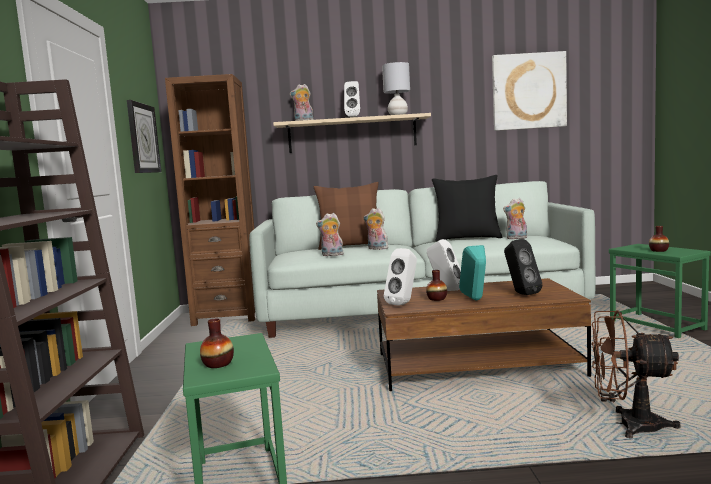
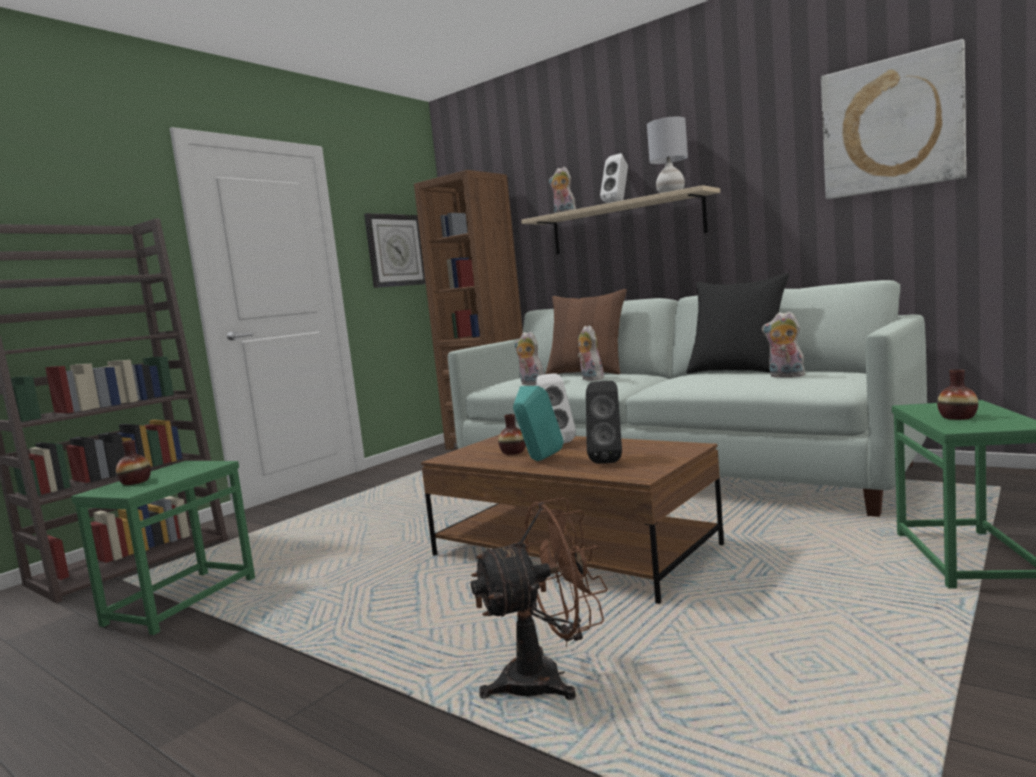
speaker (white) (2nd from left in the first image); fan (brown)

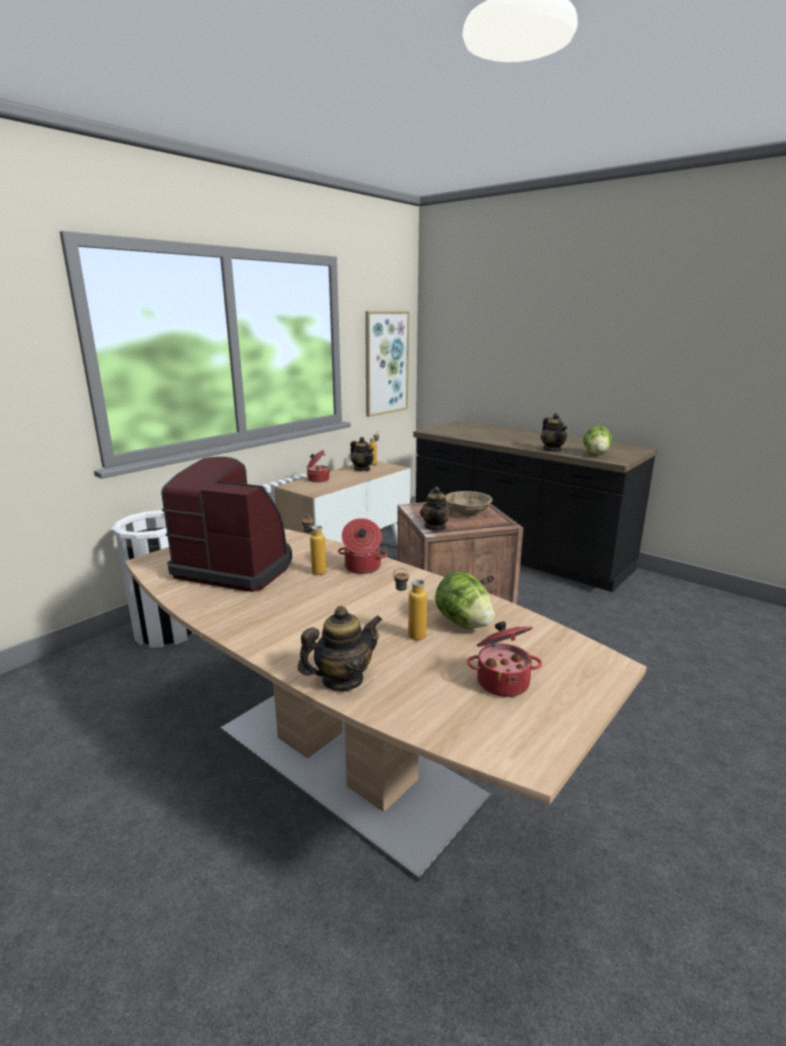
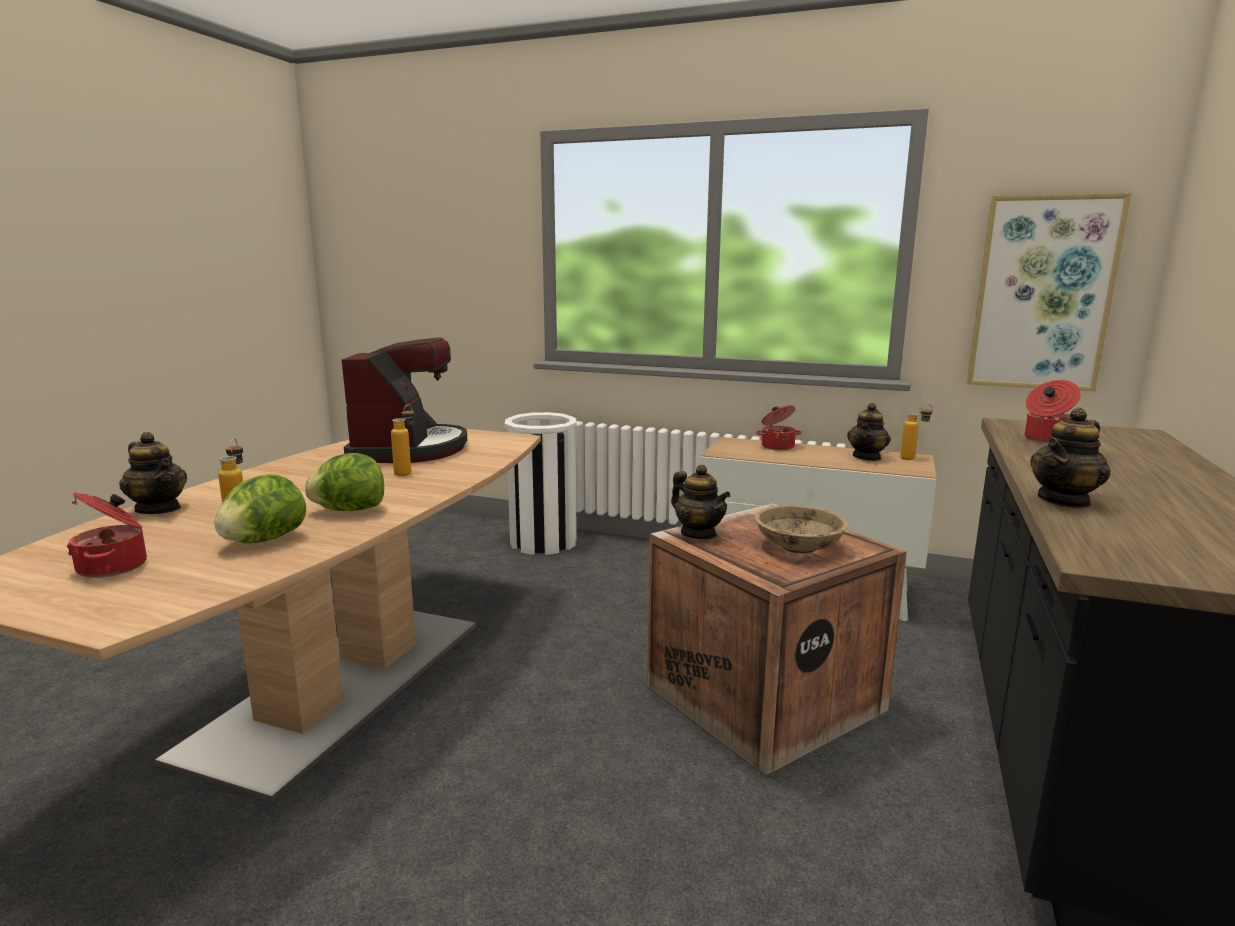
lettuce (2nd from left); teapot (2nd from left); cooking pot (3rd from left)

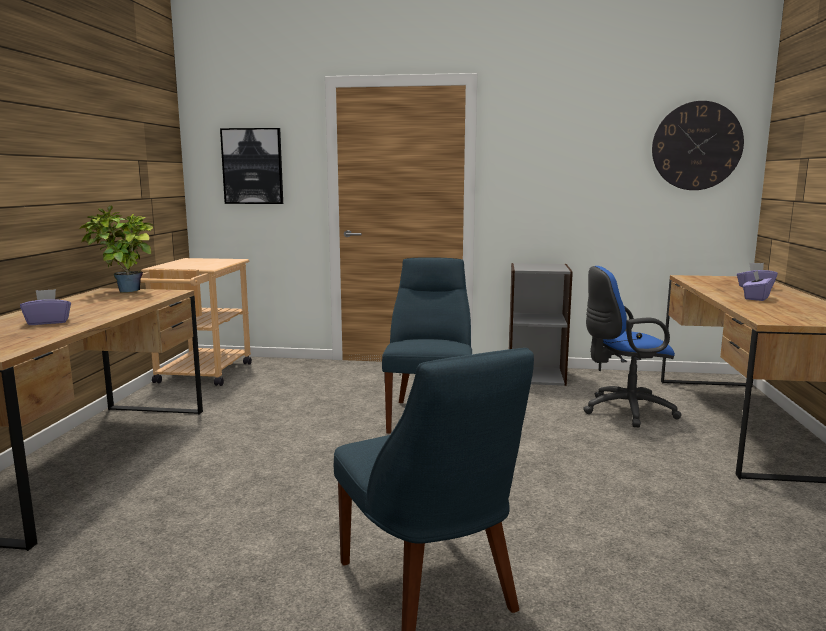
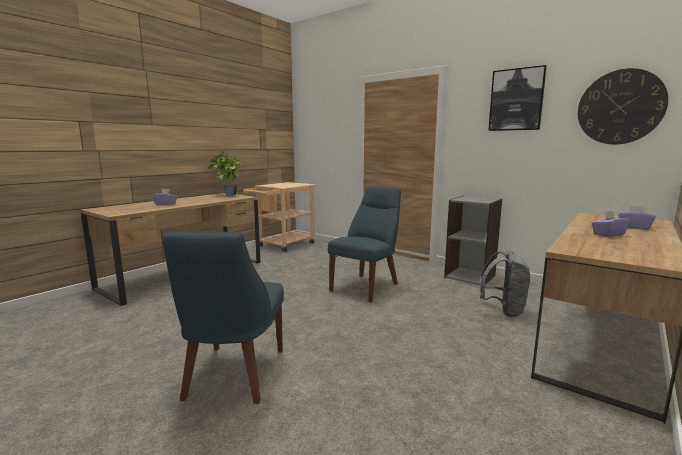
picture; backpack (grey)

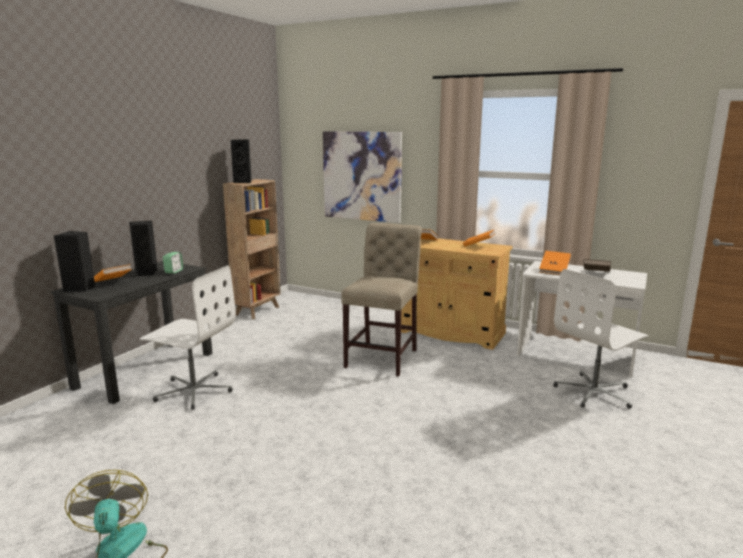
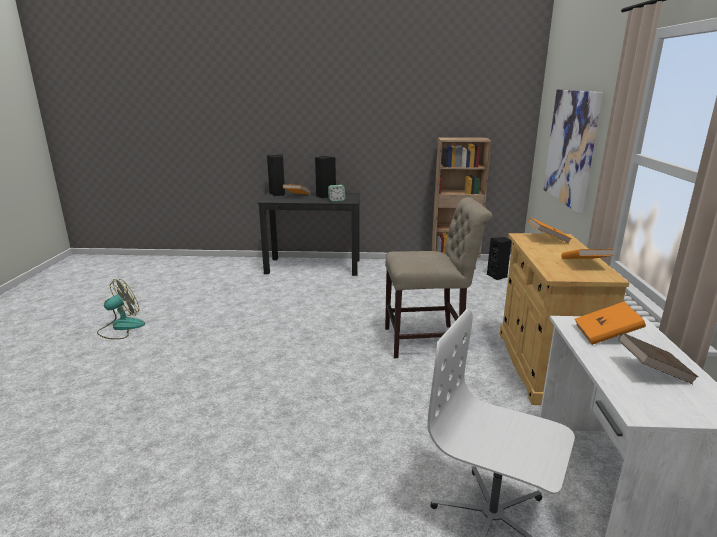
speaker (black) (3rd from left); office chair (white) (1st from left in the first image)

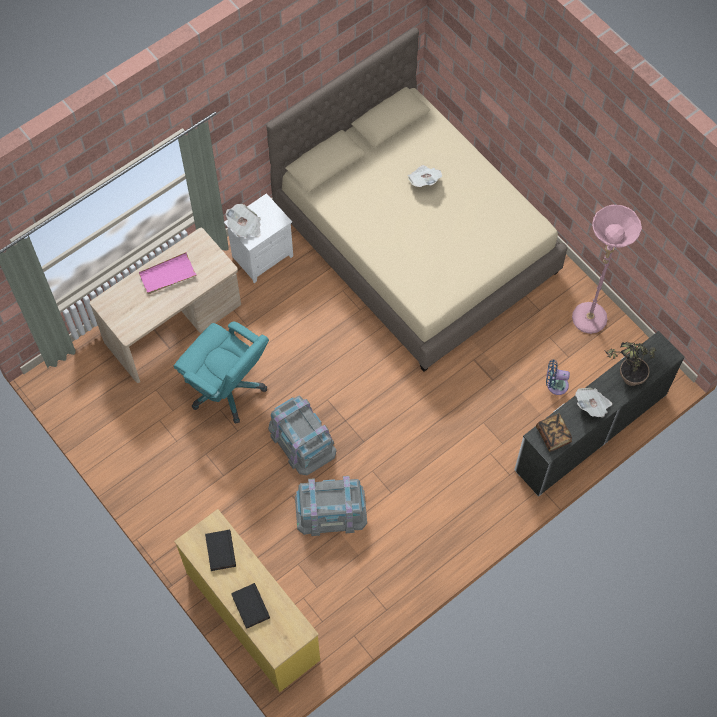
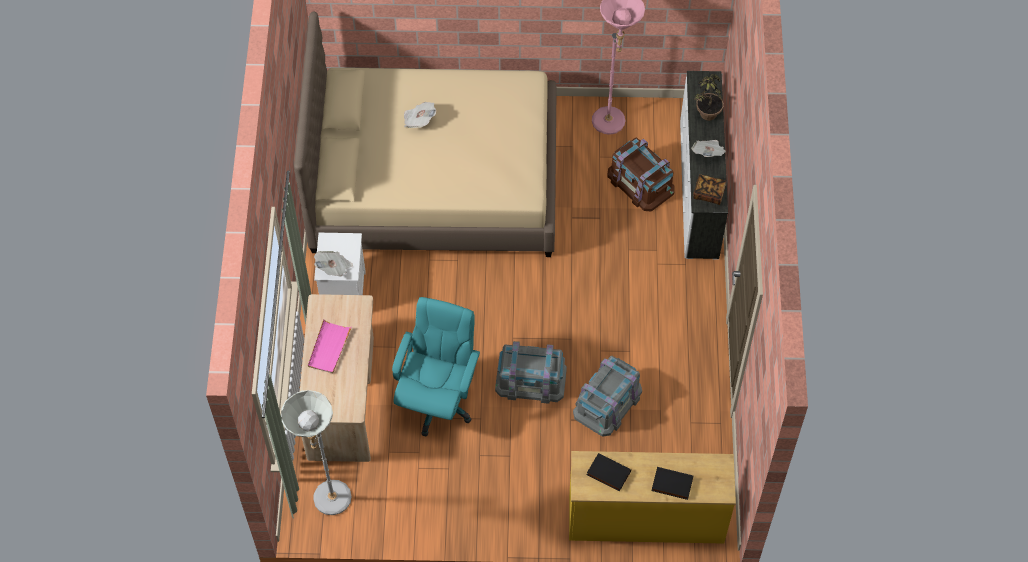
office chair (turquoise); storage box (brown); floor lamp (grey)

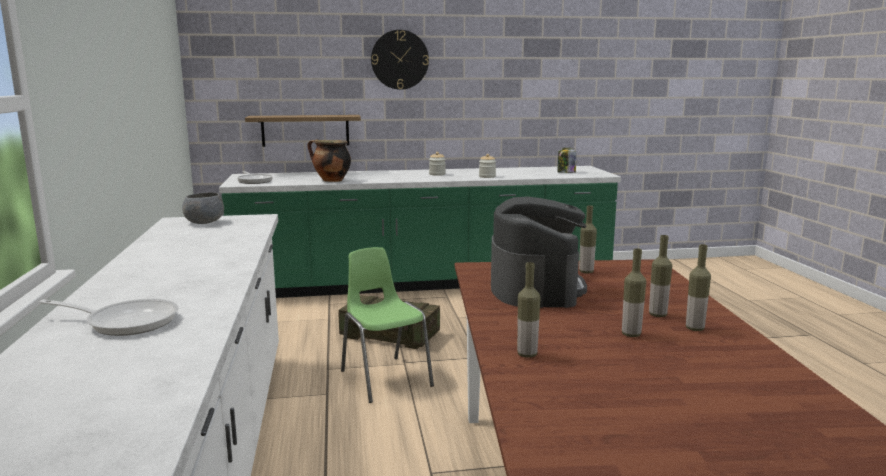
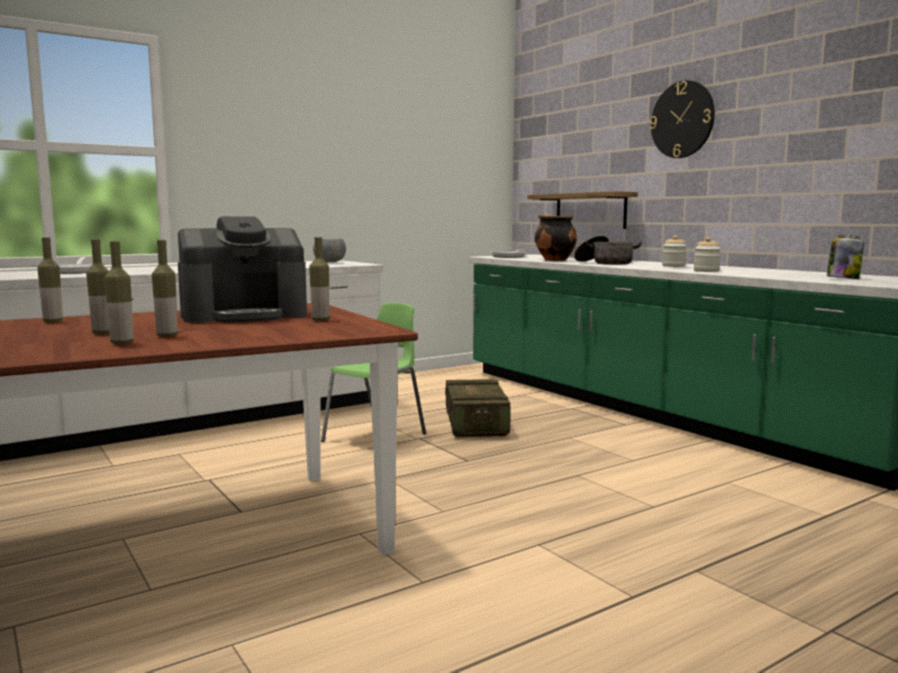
cooking pot (2nd from left)

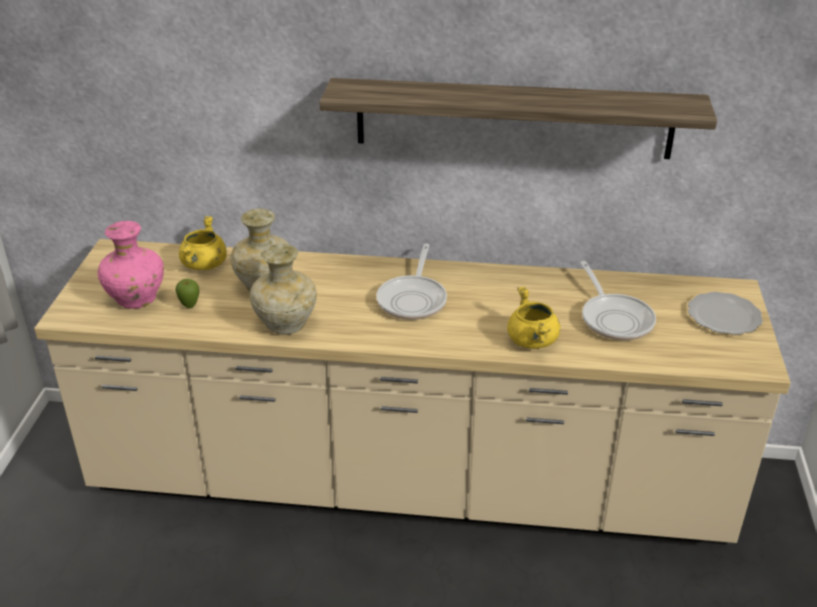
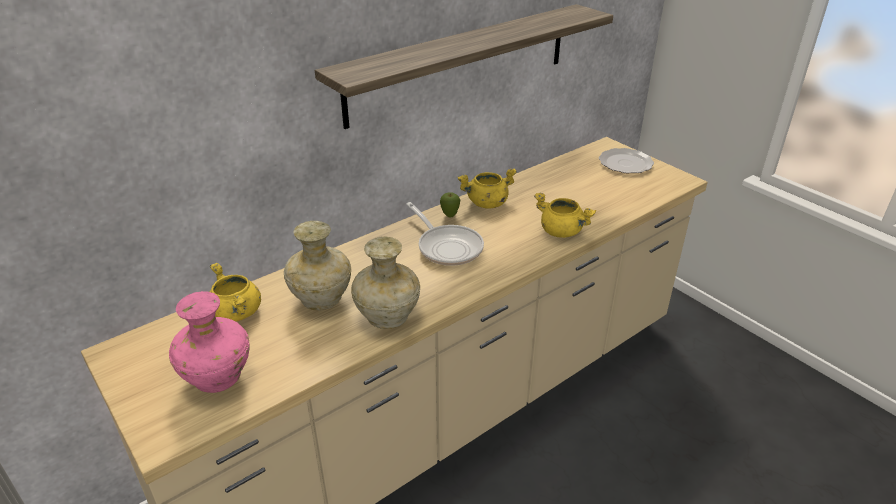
frying pan (2nd from left in the first image); apple; cooking pot (yellow) (2nd from left)

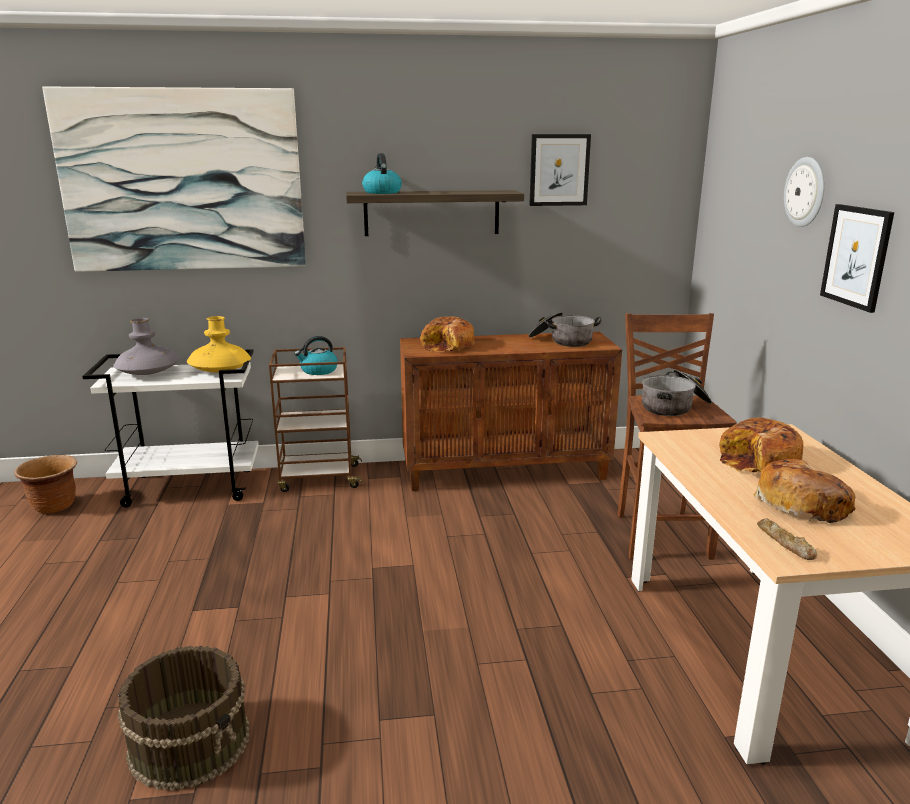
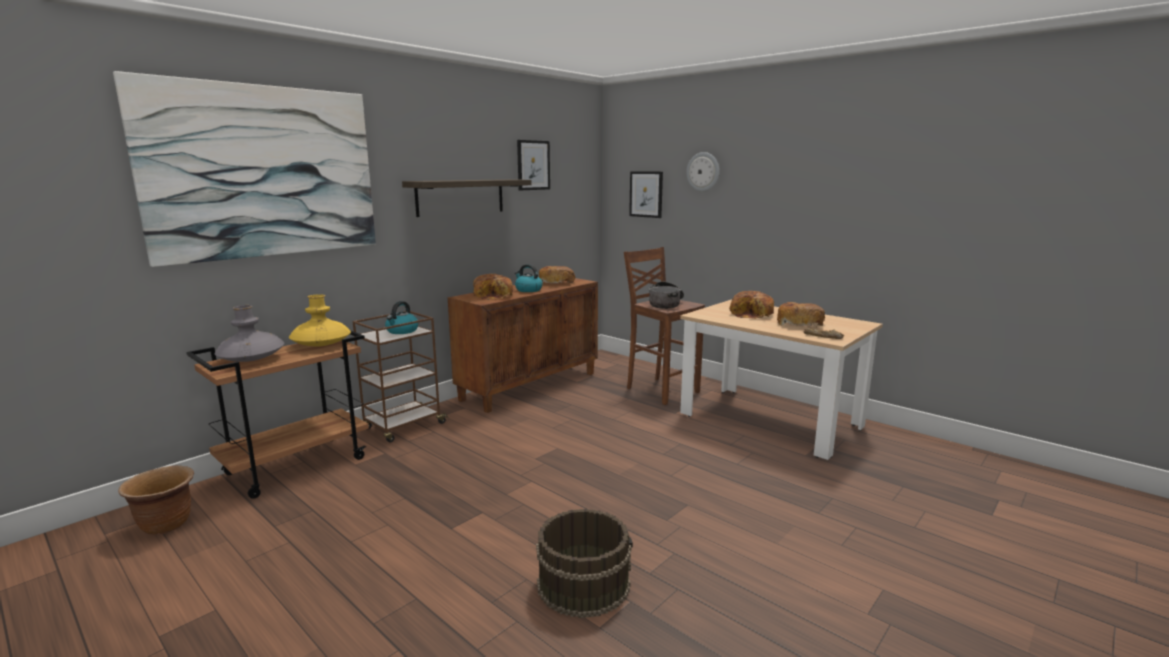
kettle (2nd from left); picture (3rd from left); bread (2nd from left); cart (brown) (1st from left)

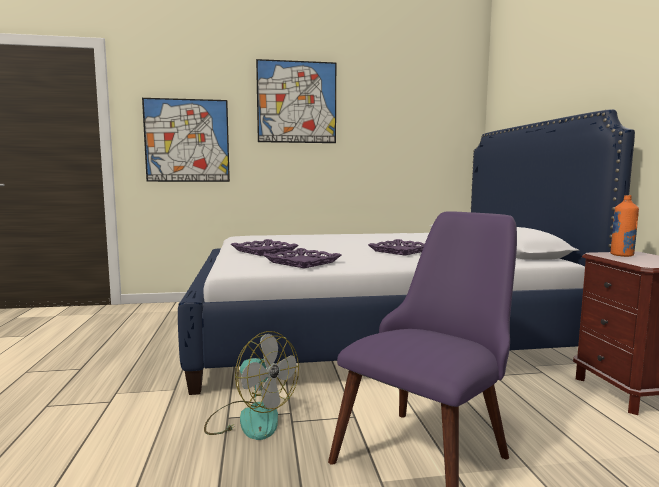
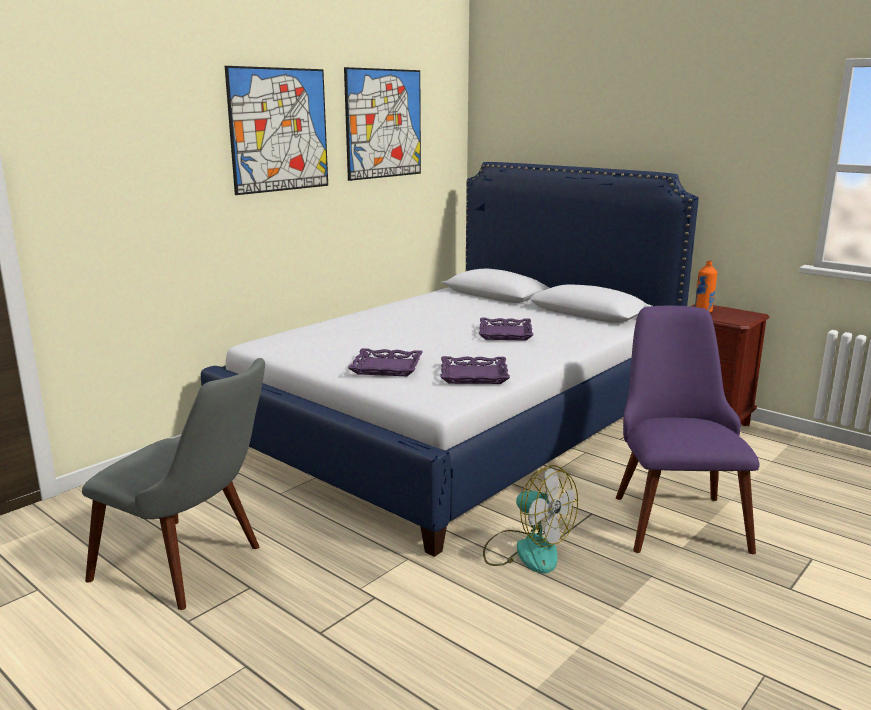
picture (2nd from left); fan; chair (grey)

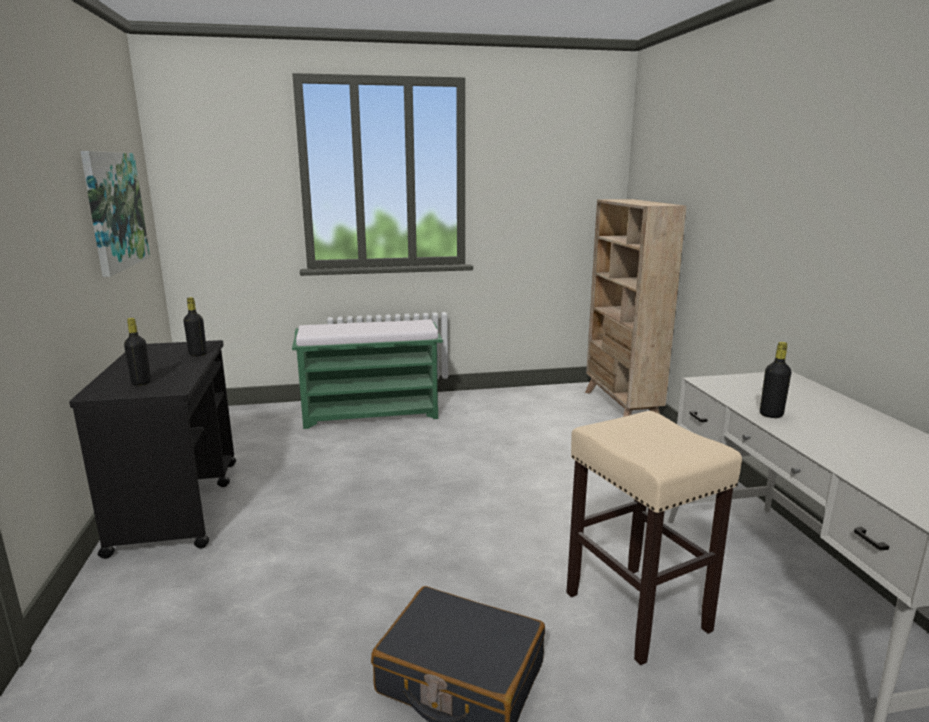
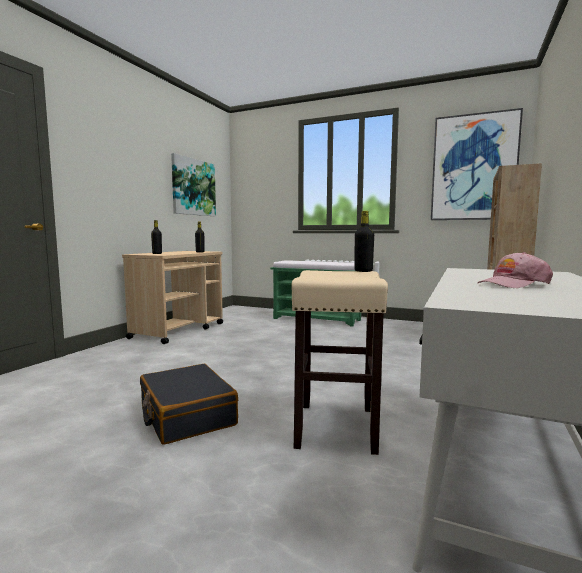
cart (beige); bottle (black) (3rd from left); picture (2nd from left); cap (pink)

